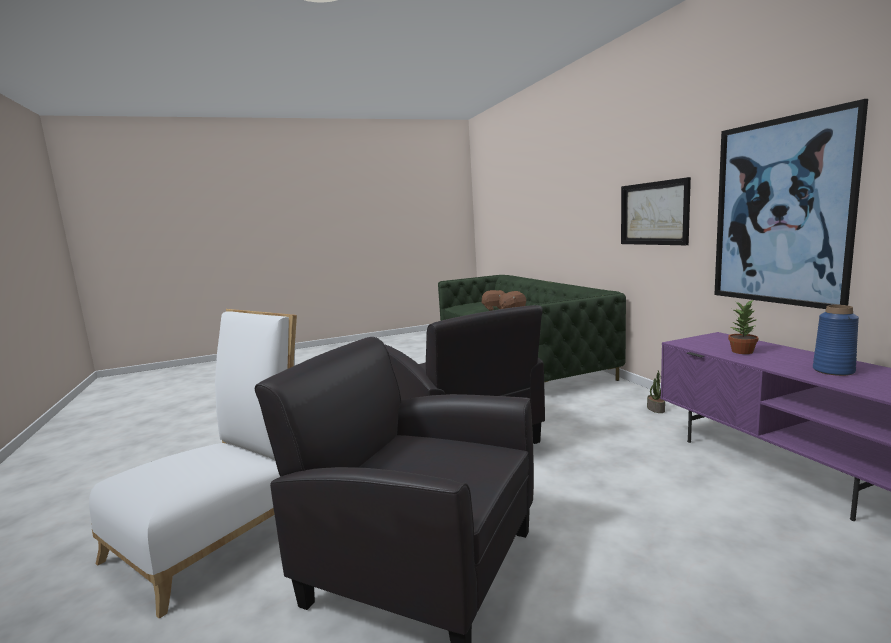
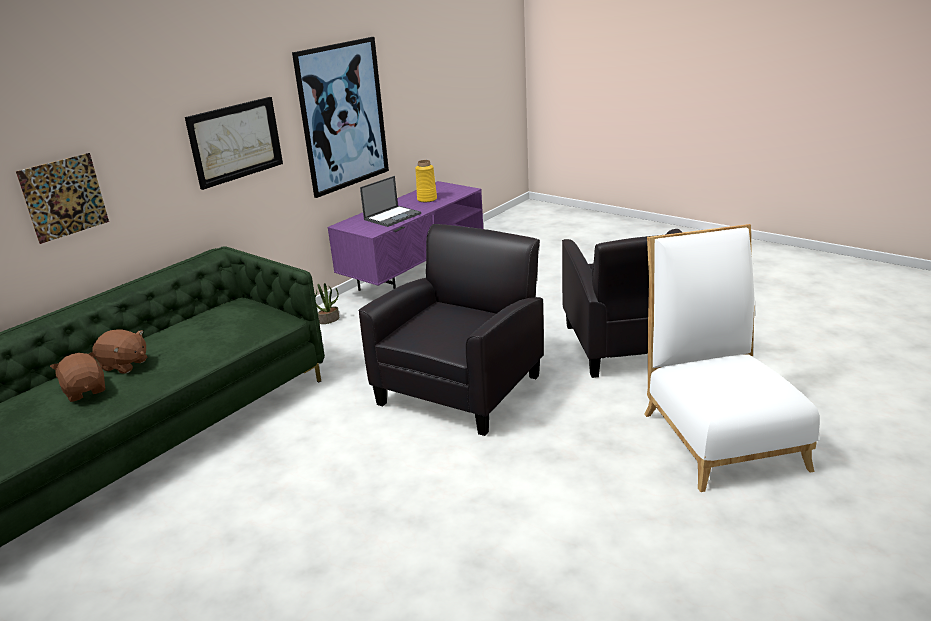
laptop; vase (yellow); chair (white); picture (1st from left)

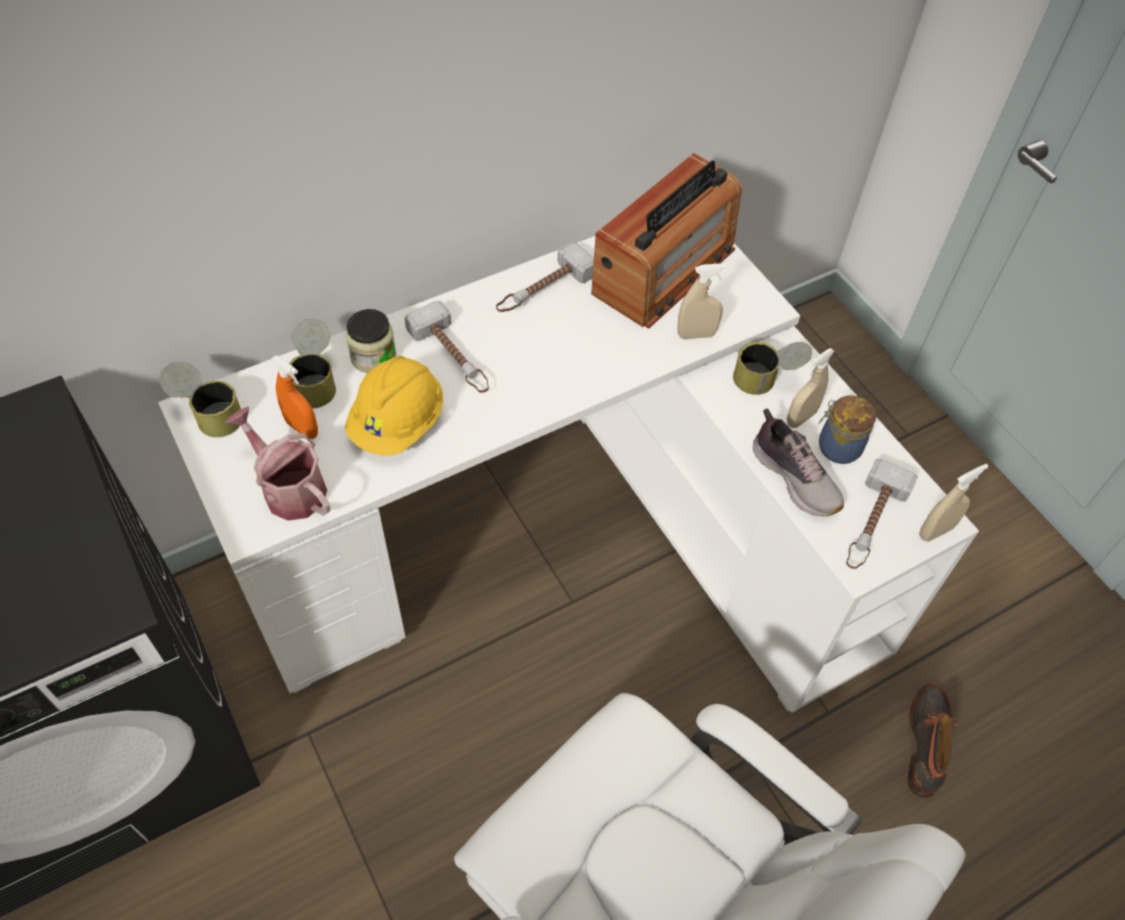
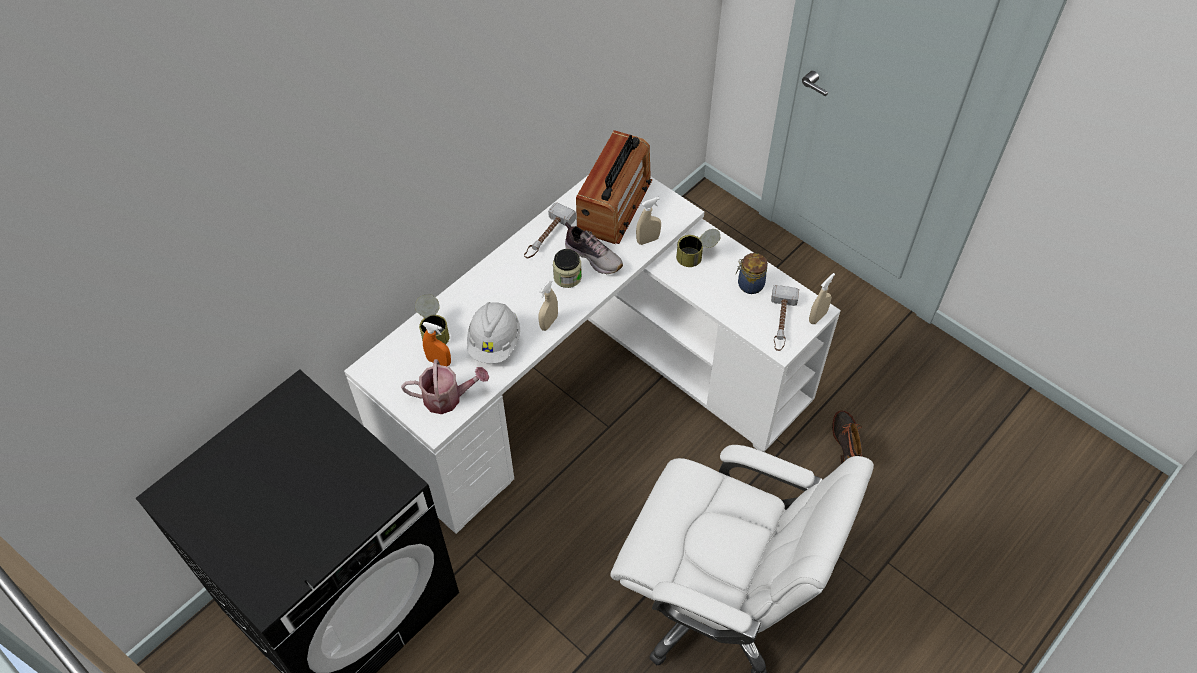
hammer (1st from left in the first image); jar (1st from left); spray bottle (beige) (1st from left); hard hat (white); can (1st from left in the first image); watering can; shoe

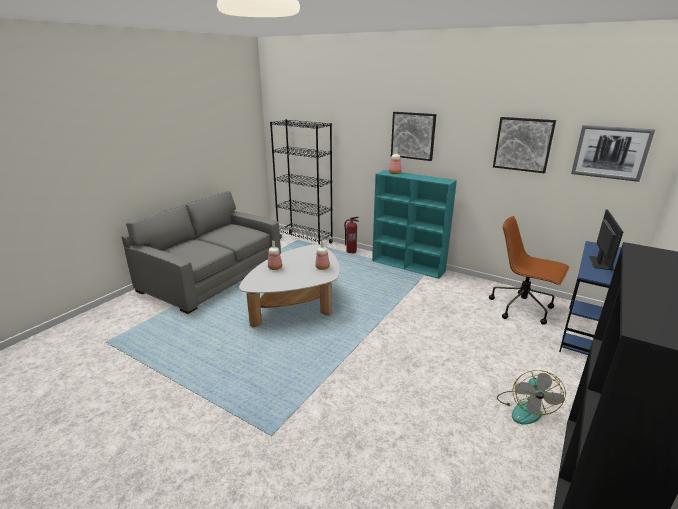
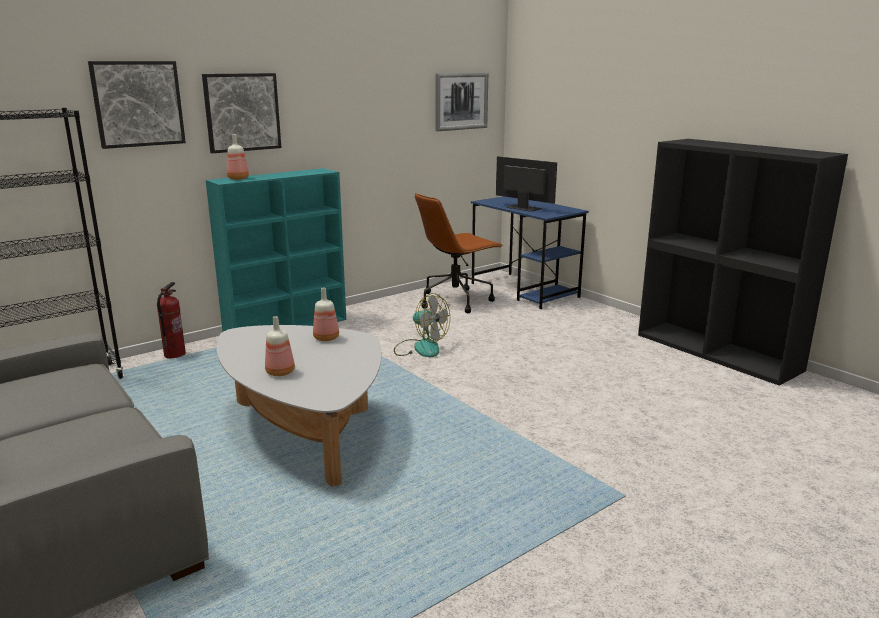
picture (1st from left); fan

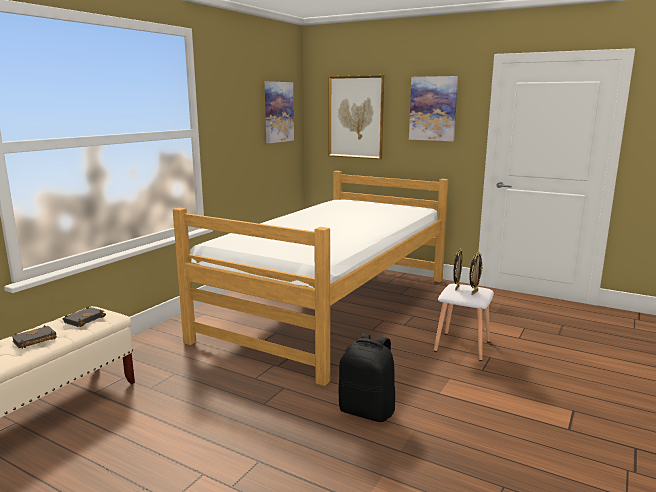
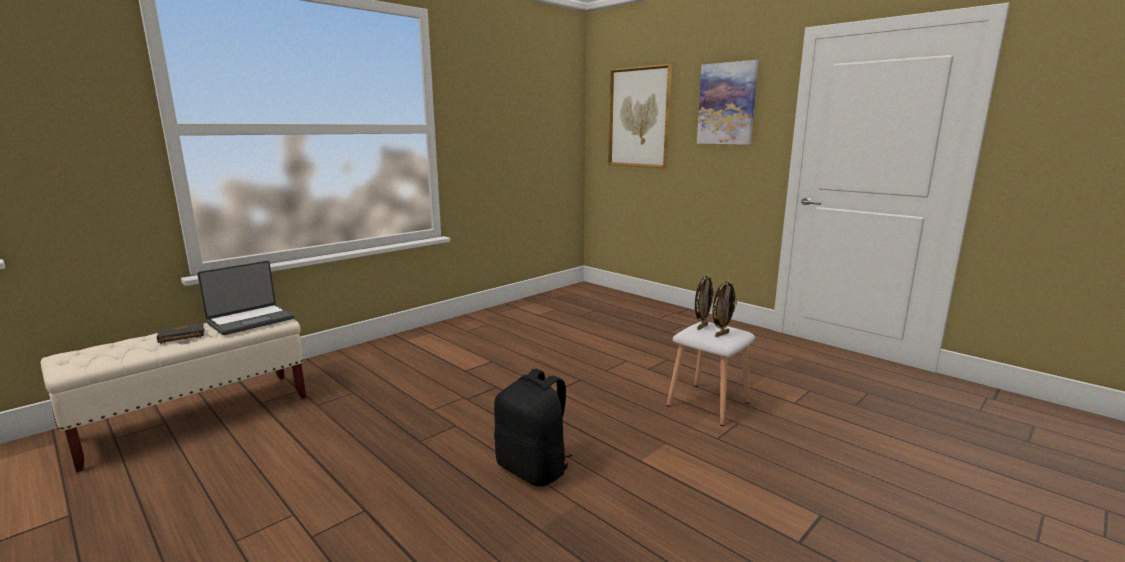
picture (1st from left in the first image); bed; laptop

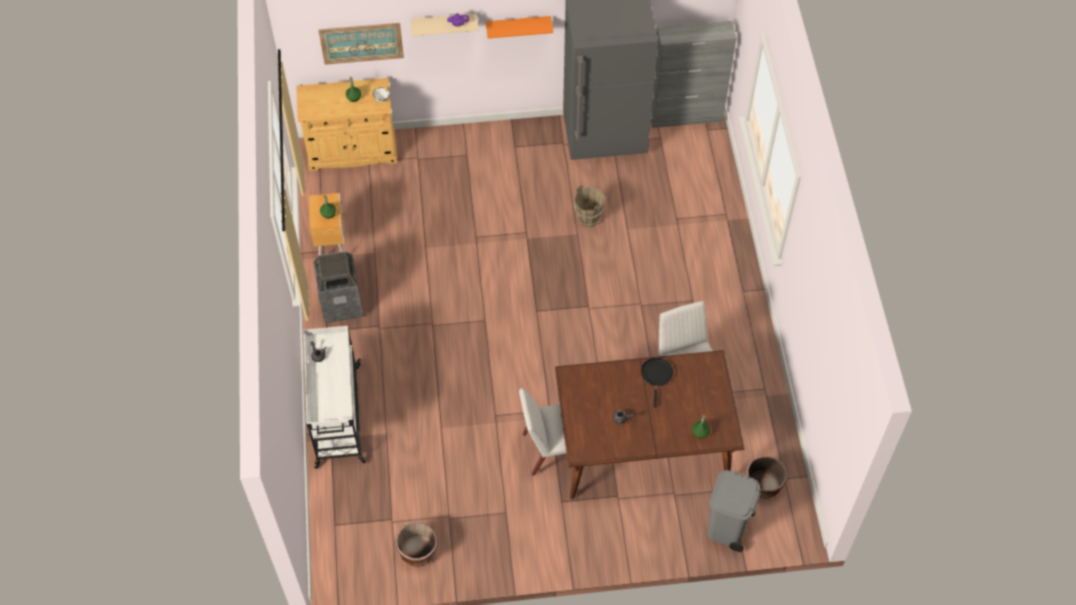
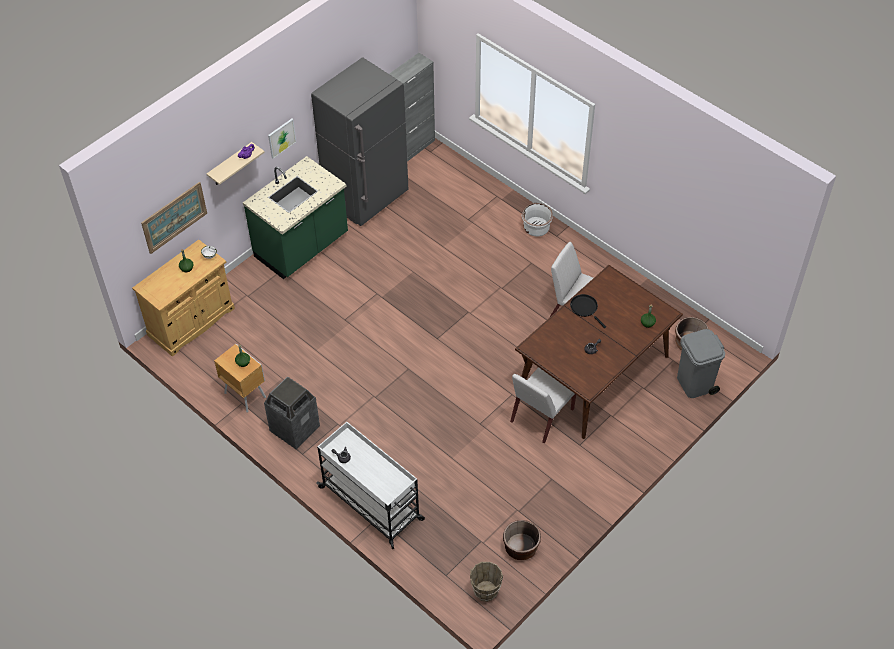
picture (2nd from left); bucket (brown); counter (green); planter (white)

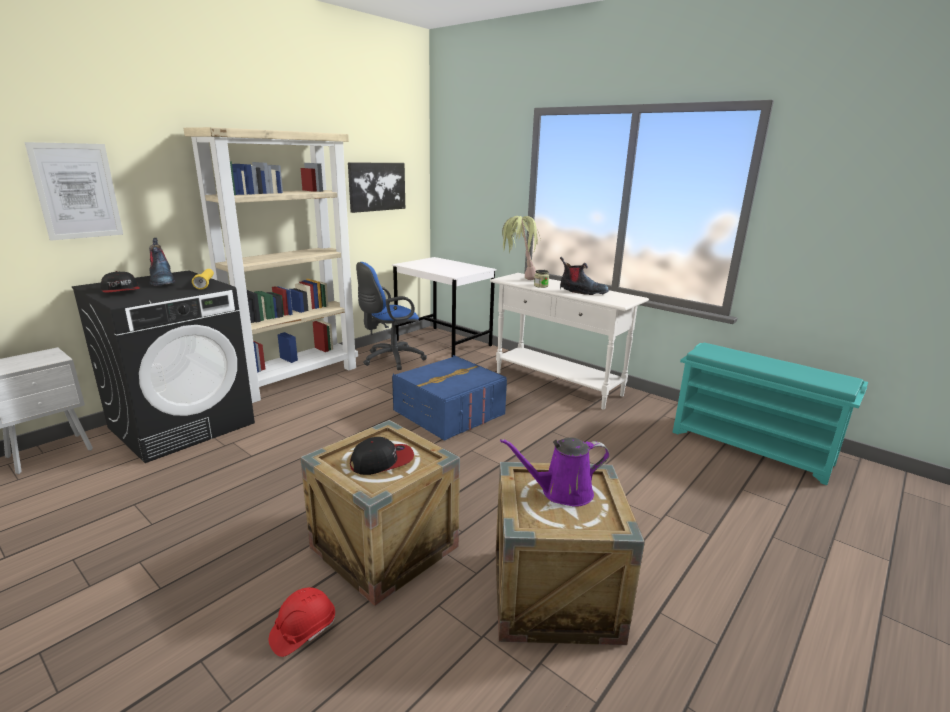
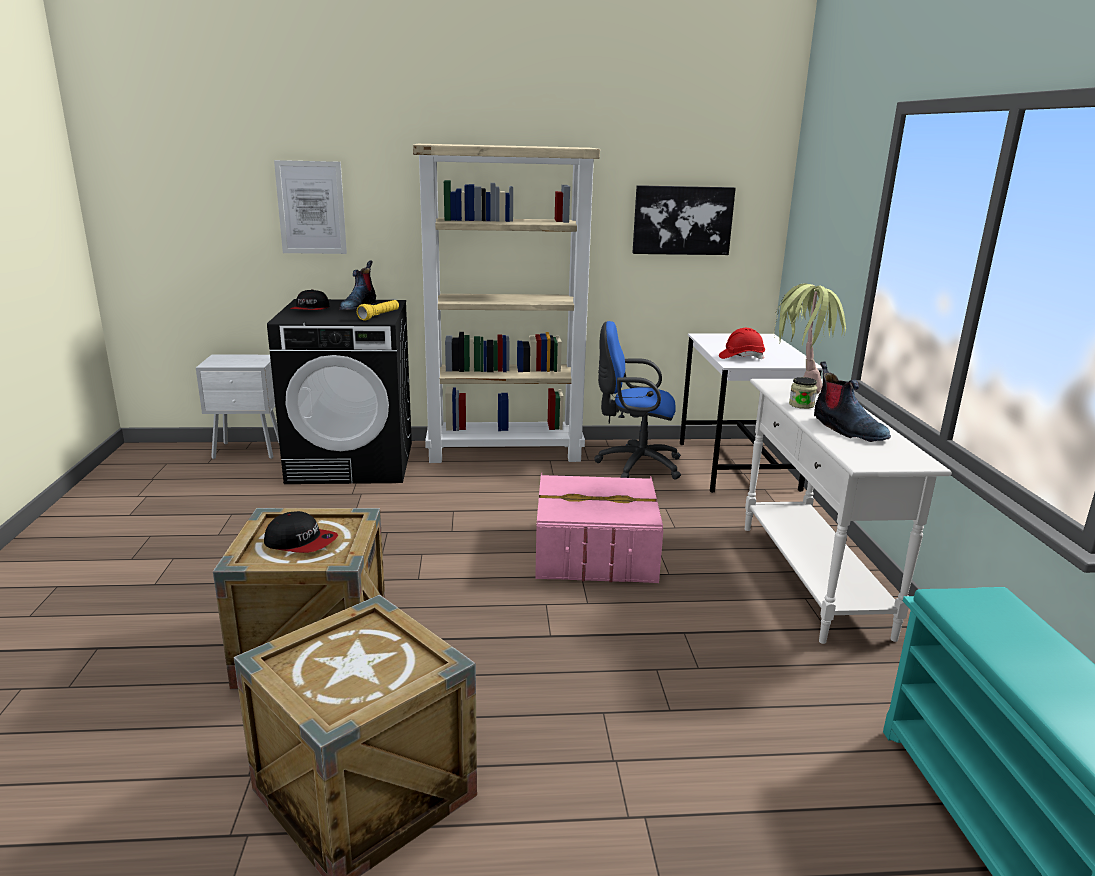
storage box (pink); watering can (purple); hard hat (red)

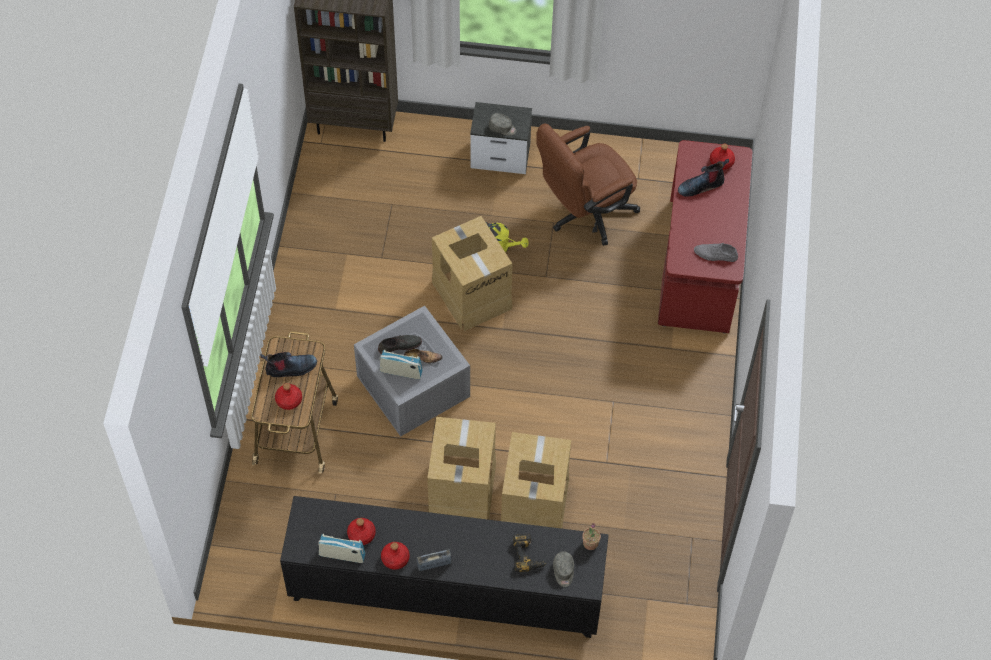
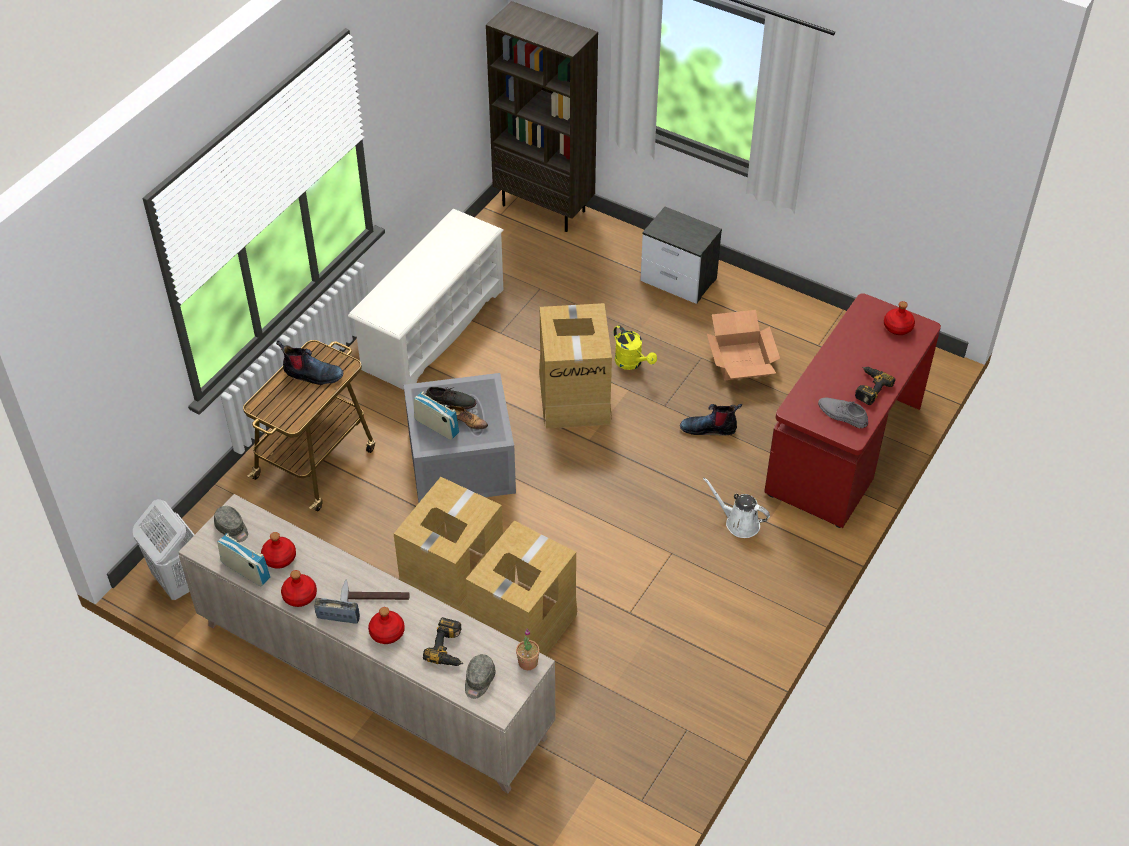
cap (grey) (1st from left); cardboard box (4th from left); boot (2nd from left); bottle (red) (3rd from left); cabinet (beige); shoe rack (white); power drill (2nd from left); watering can (white); laundry basket (white); hammer

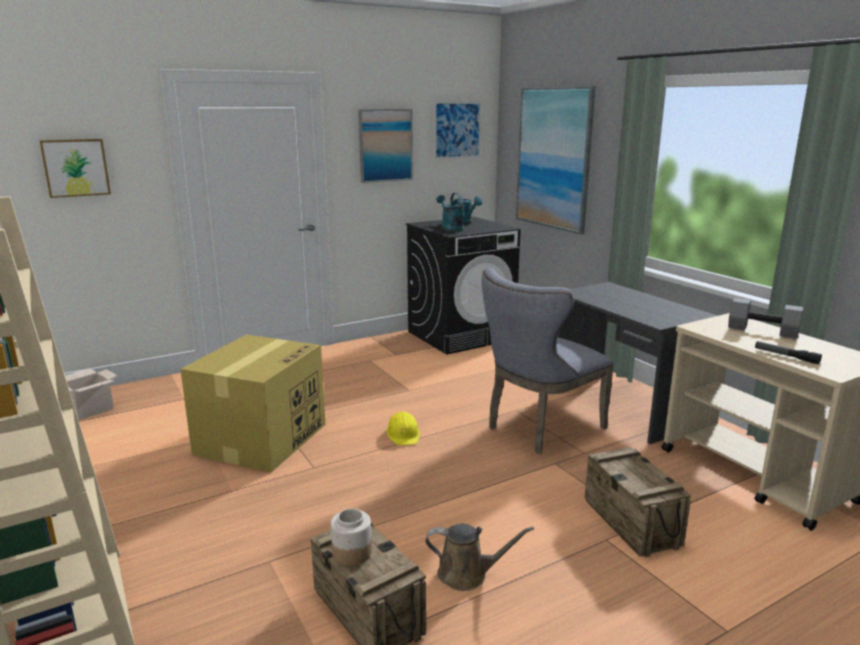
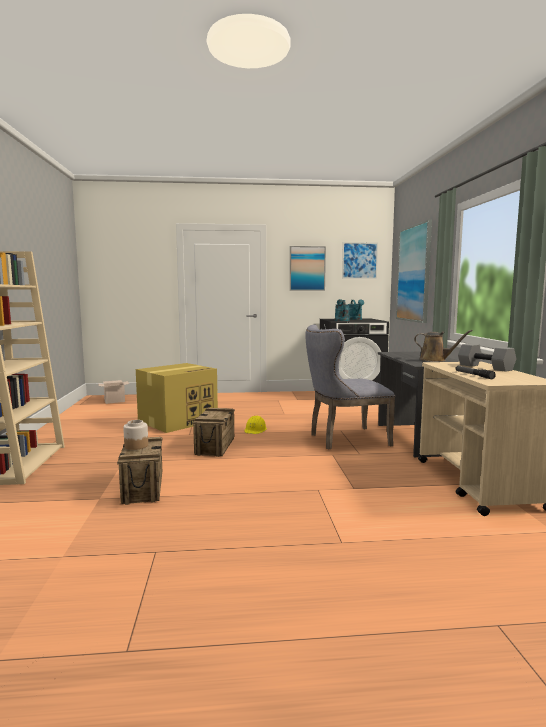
picture (1st from left in the first image); crate (2nd from left); watering can (brown)

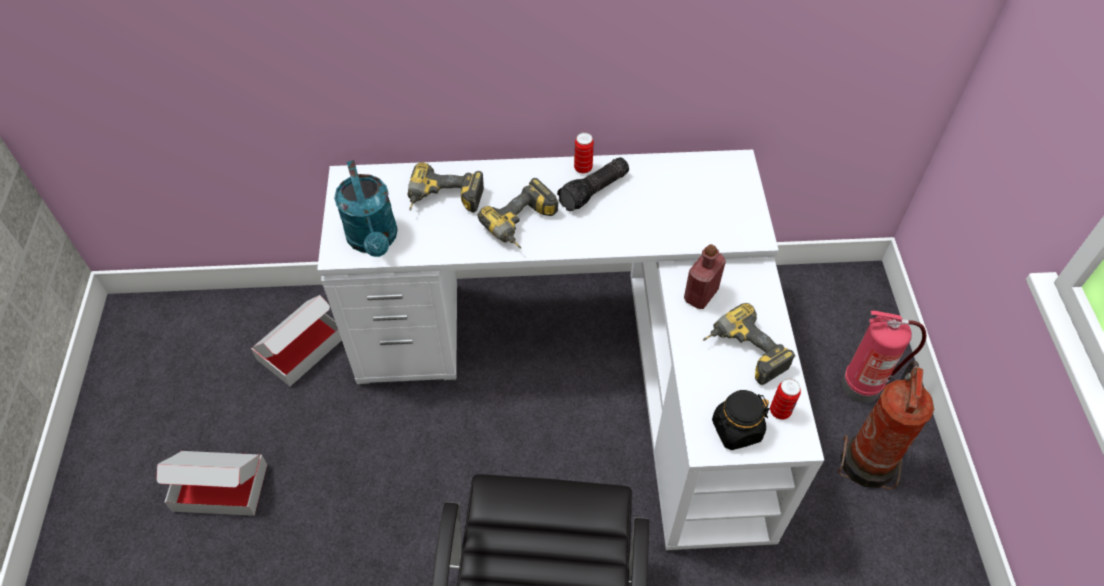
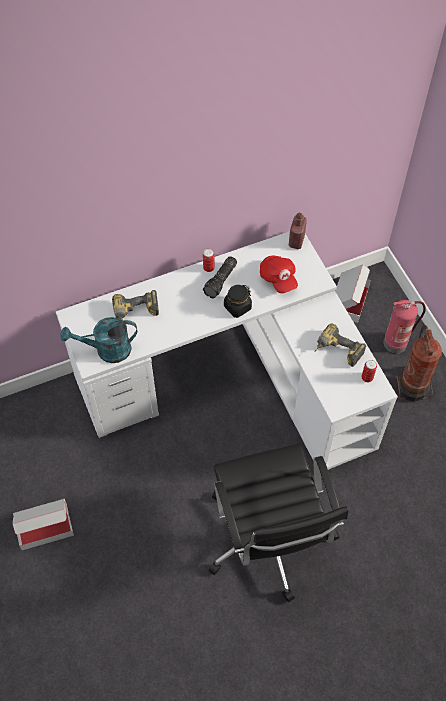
watering can (turquoise); power drill (2nd from left in the first image); bottle (red); cardboard box (2nd from left); jar (black); cap (red)

